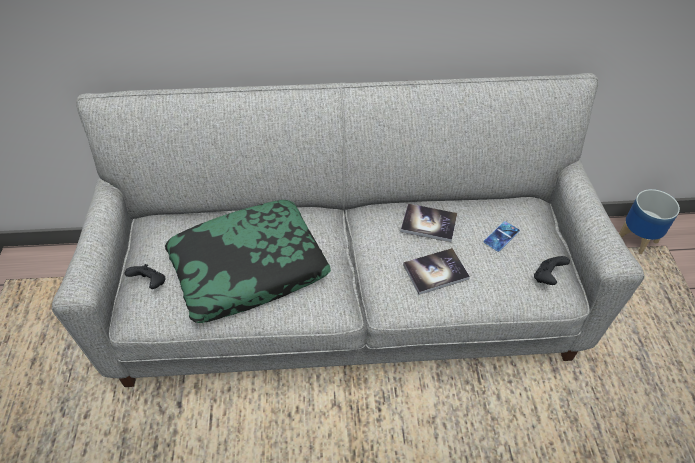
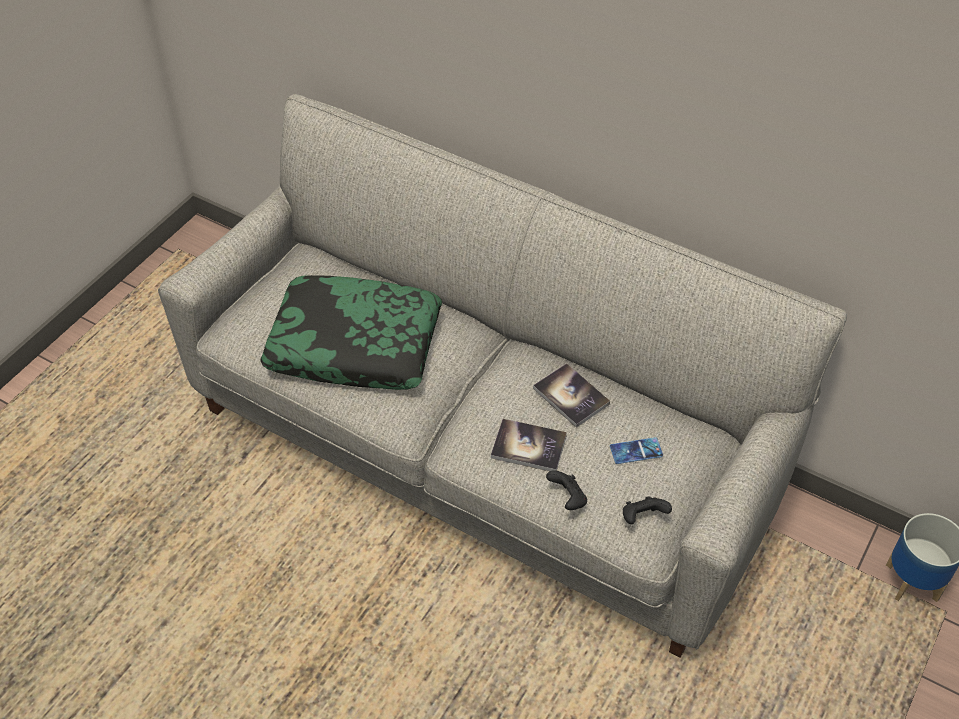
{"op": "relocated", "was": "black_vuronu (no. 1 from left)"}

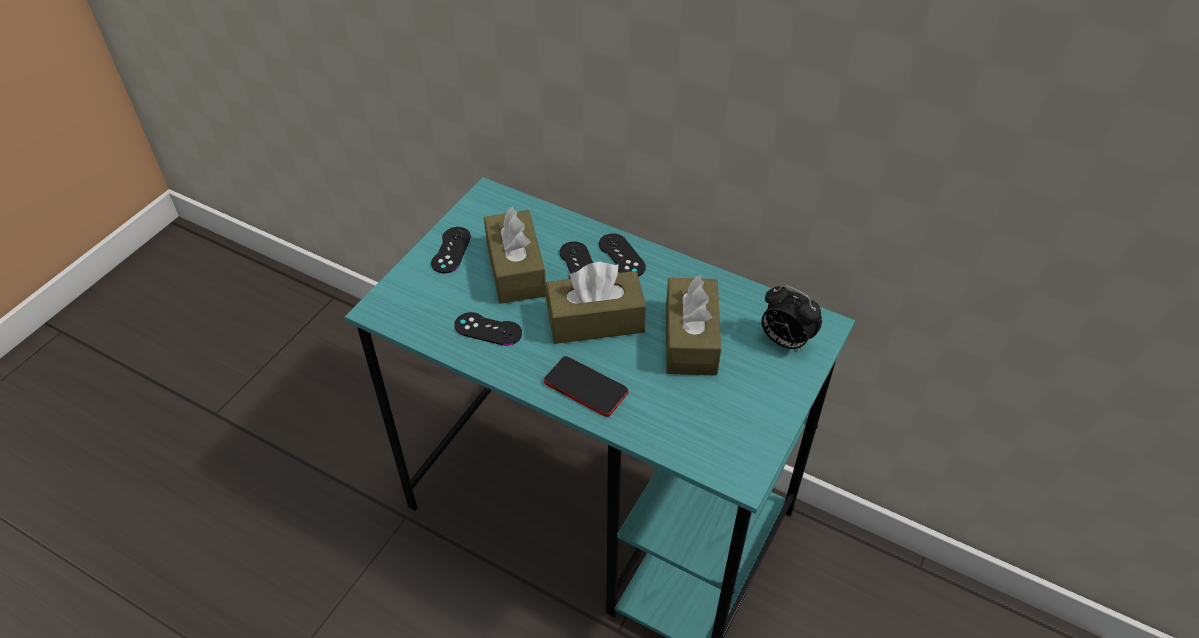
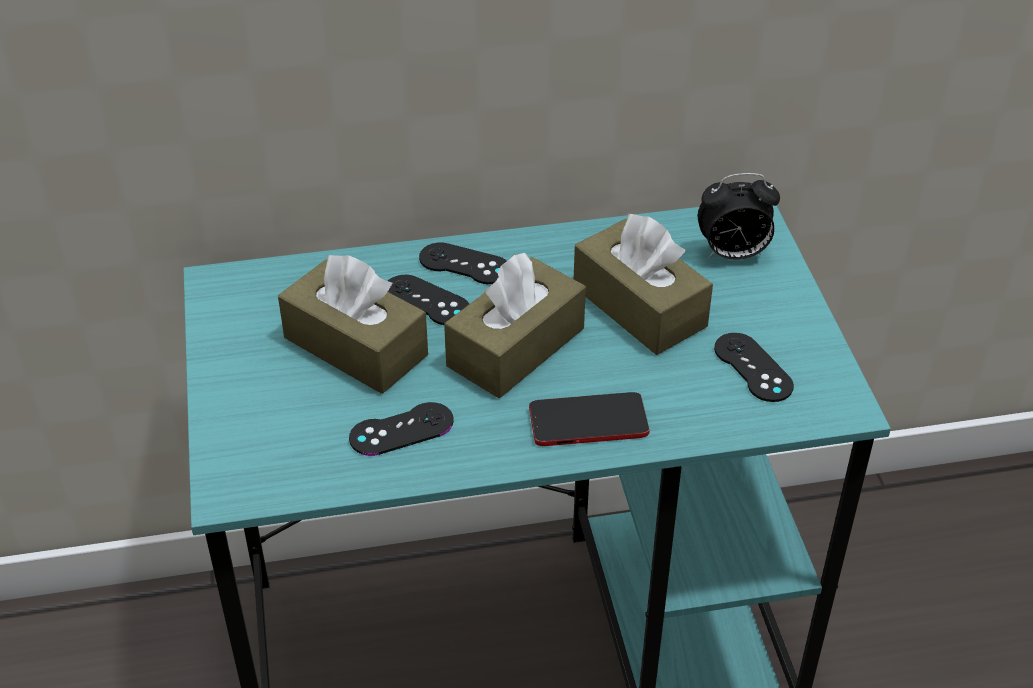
{"op": "relocated", "was": "black_vuronu (no. 1 from left in the first image)", "now": "black_vuronu (no. 4 from left)"}

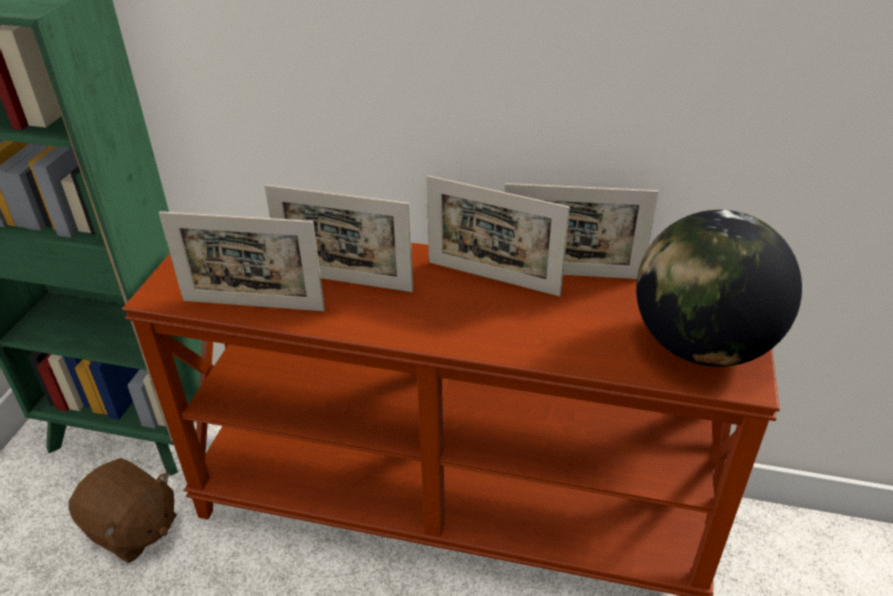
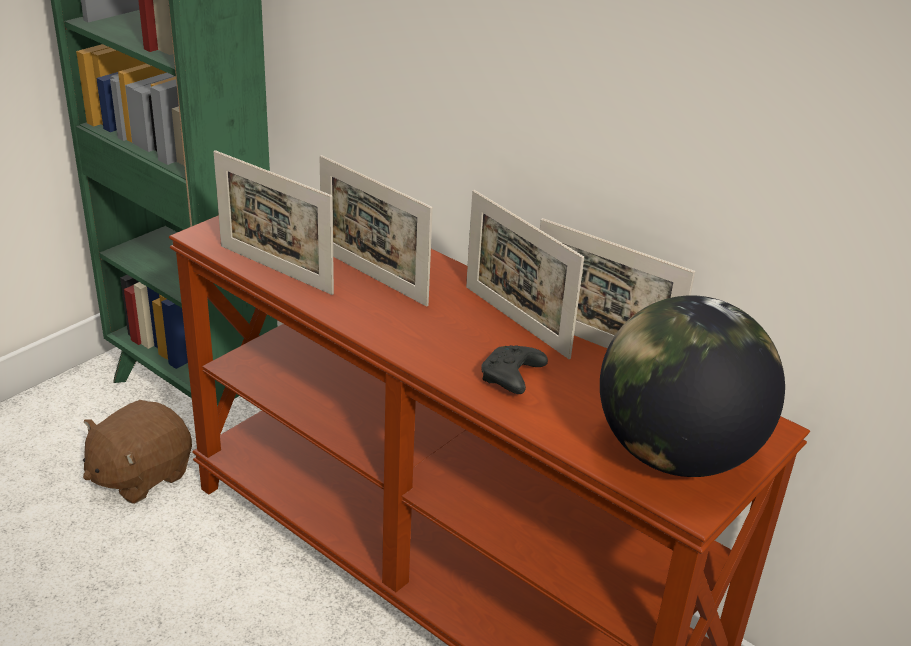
{"op": "spun", "was": "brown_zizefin", "clockwise": 75}
{"op": "appeared", "now": "black_vuronu"}

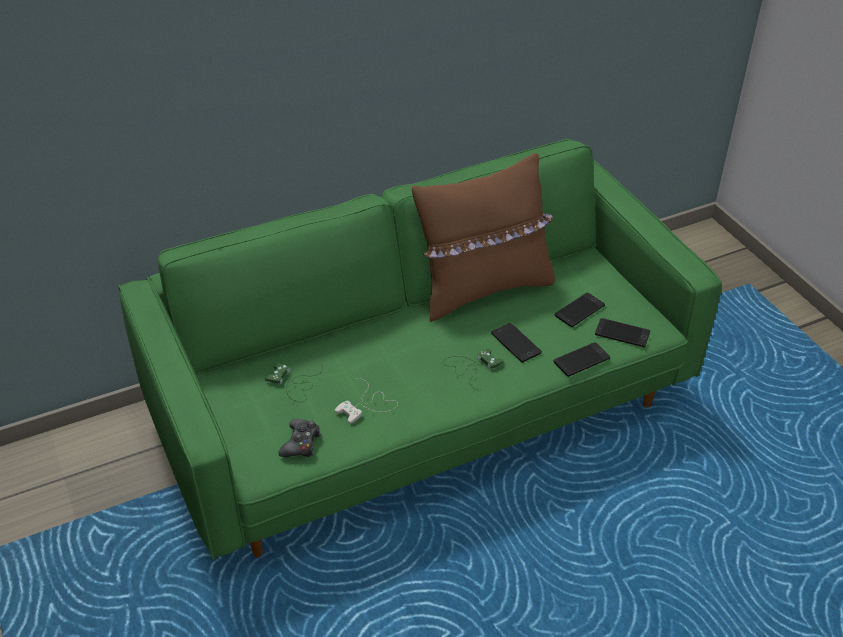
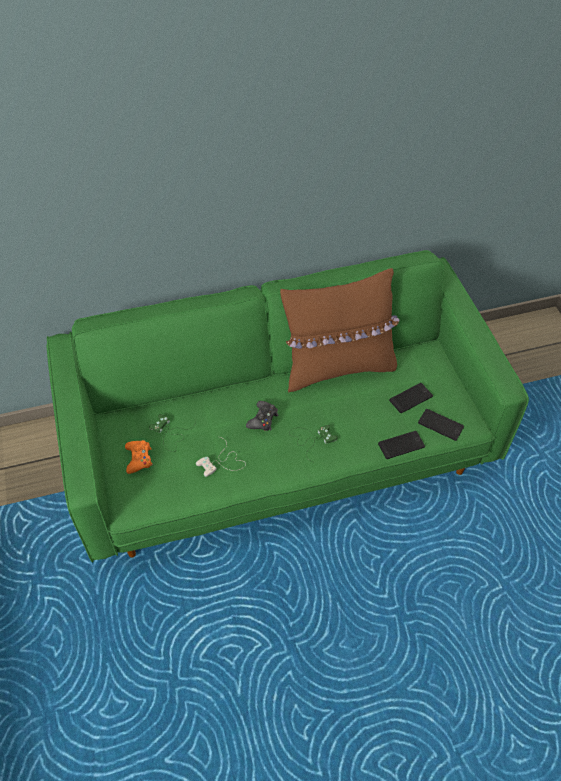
{"op": "appeared", "now": "orange_vuronu"}
{"op": "relocated", "was": "black_vuronu"}
{"op": "missing", "was": "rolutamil (no. 1 from left)"}

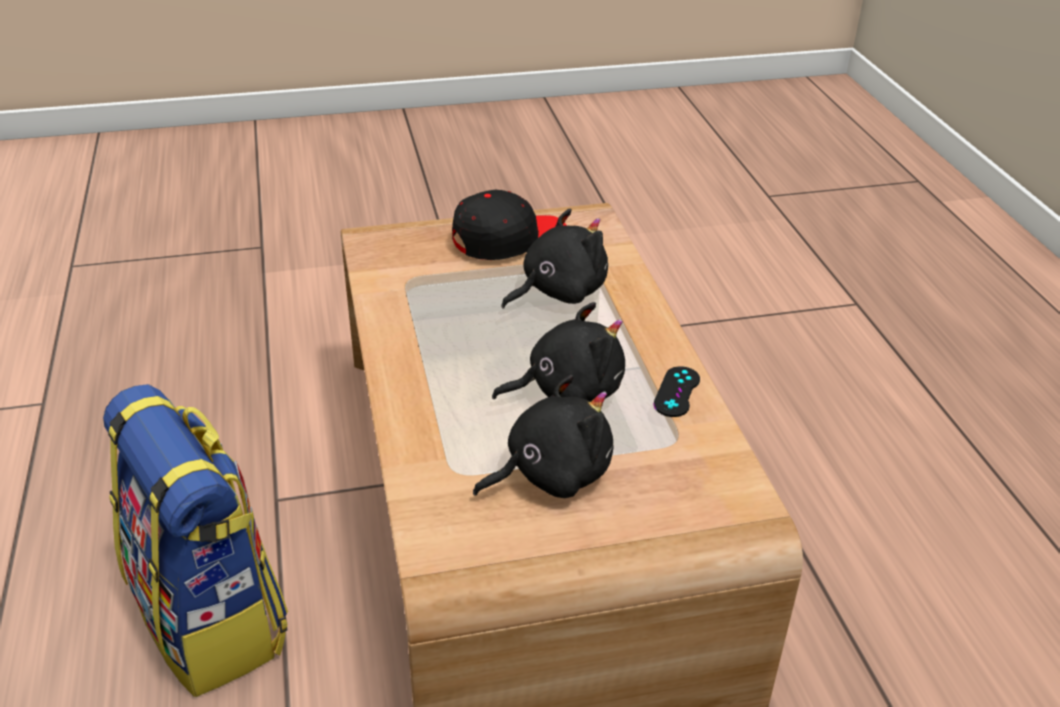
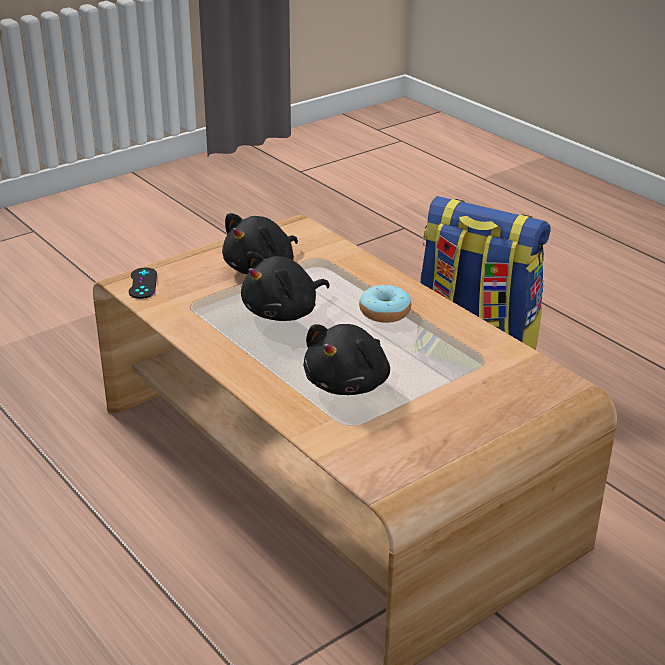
{"op": "relocated", "was": "black_vuronu"}
{"op": "appeared", "now": "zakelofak"}
{"op": "missing", "was": "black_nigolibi"}

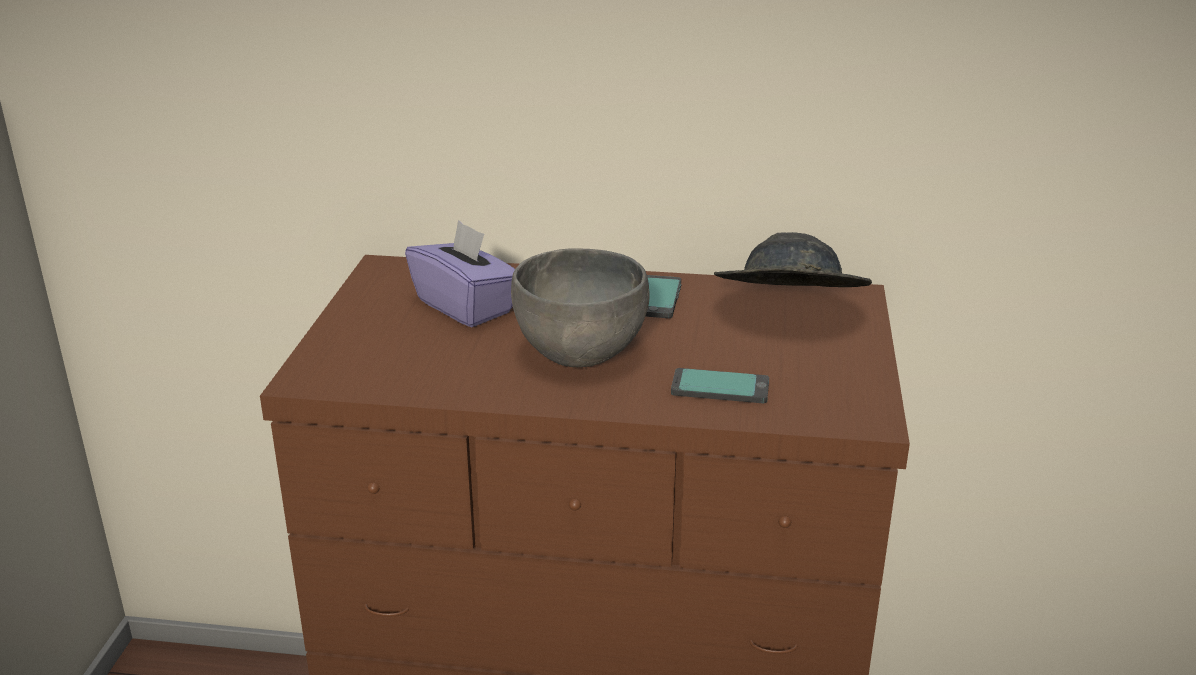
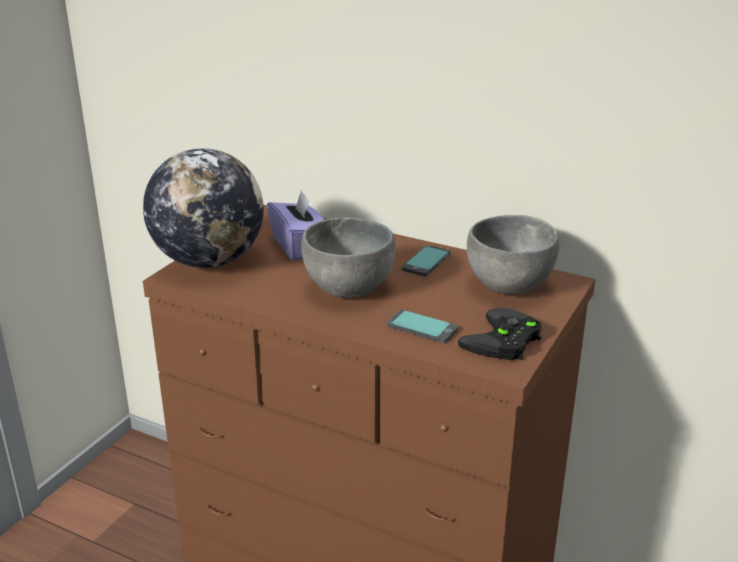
{"op": "appeared", "now": "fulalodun"}
{"op": "appeared", "now": "black_vuronu"}
{"op": "exchanged", "was": "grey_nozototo", "now": "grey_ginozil (no. 2 from left)"}

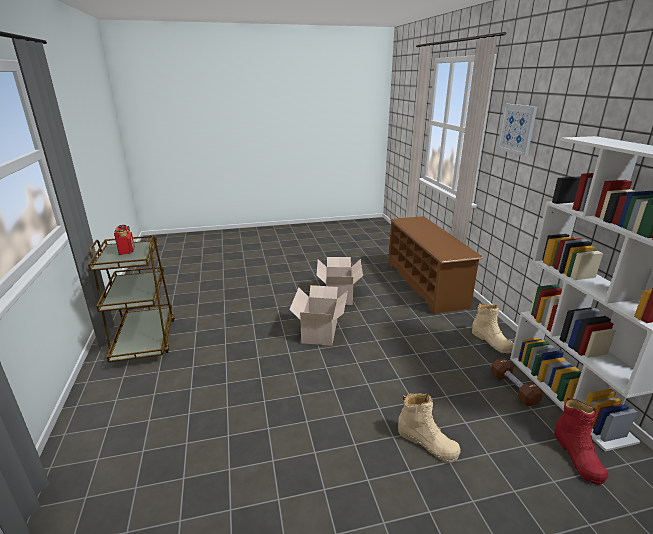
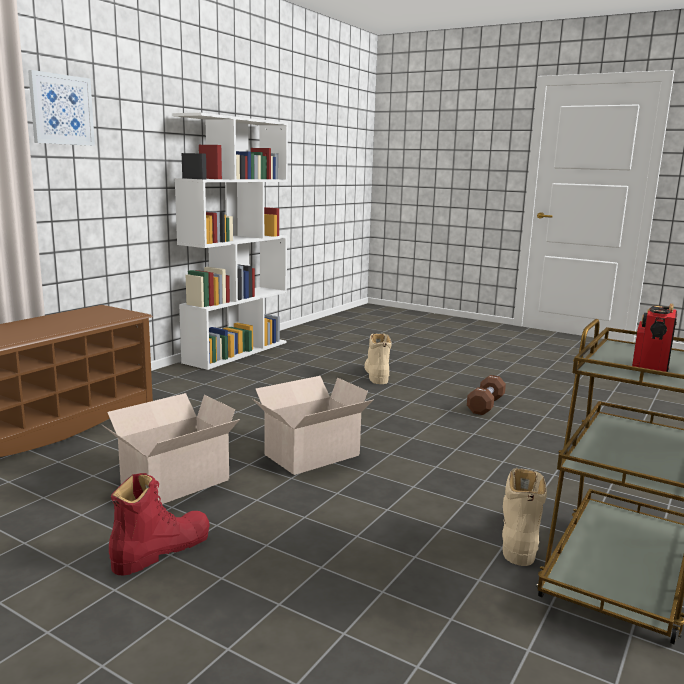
{"op": "relocated", "was": "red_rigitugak"}
{"op": "relocated", "was": "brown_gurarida"}
{"op": "relocated", "was": "beige_rigitugak (no. 2 from left)"}

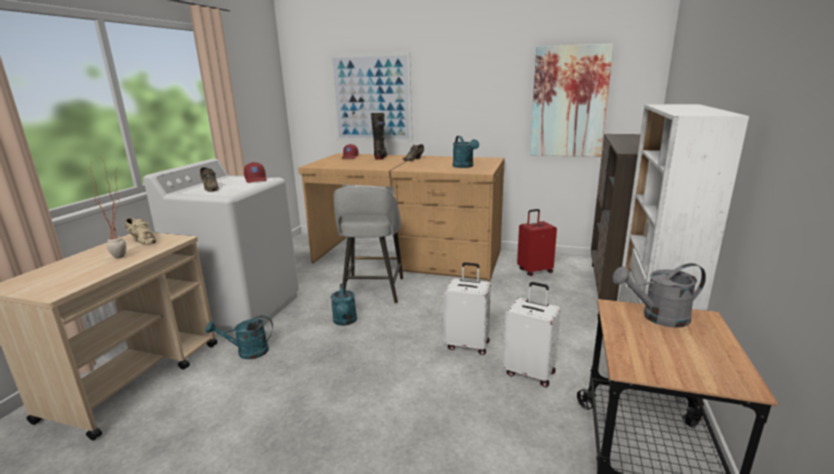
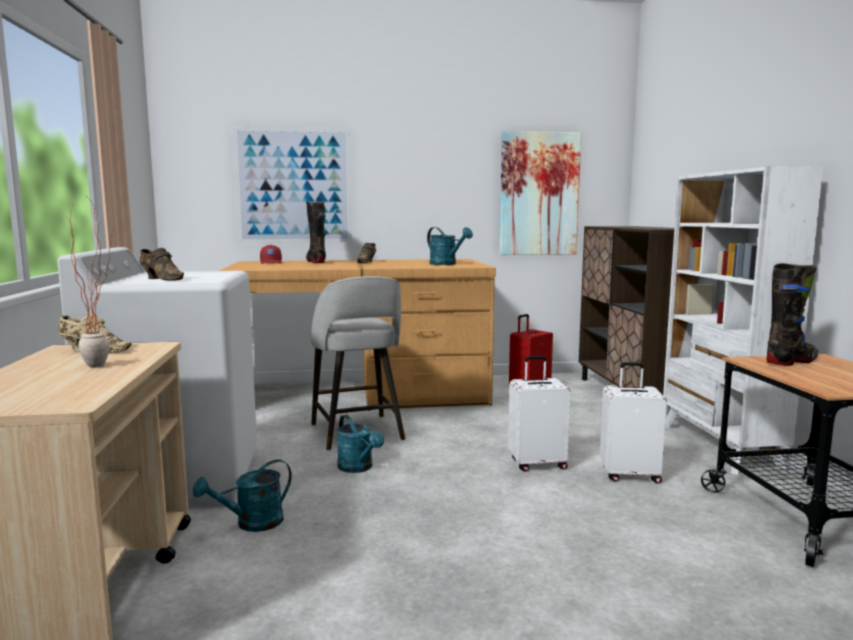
{"op": "exchanged", "was": "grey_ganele", "now": "black_rigitugak (no. 2 from left)"}
{"op": "missing", "was": "red_nigolibi (no. 1 from left)"}

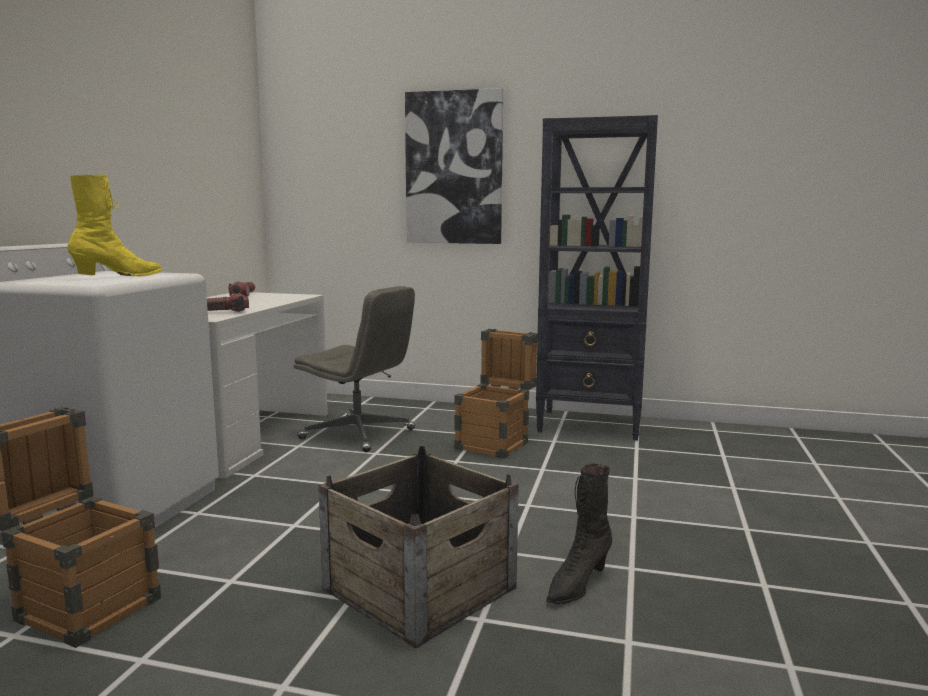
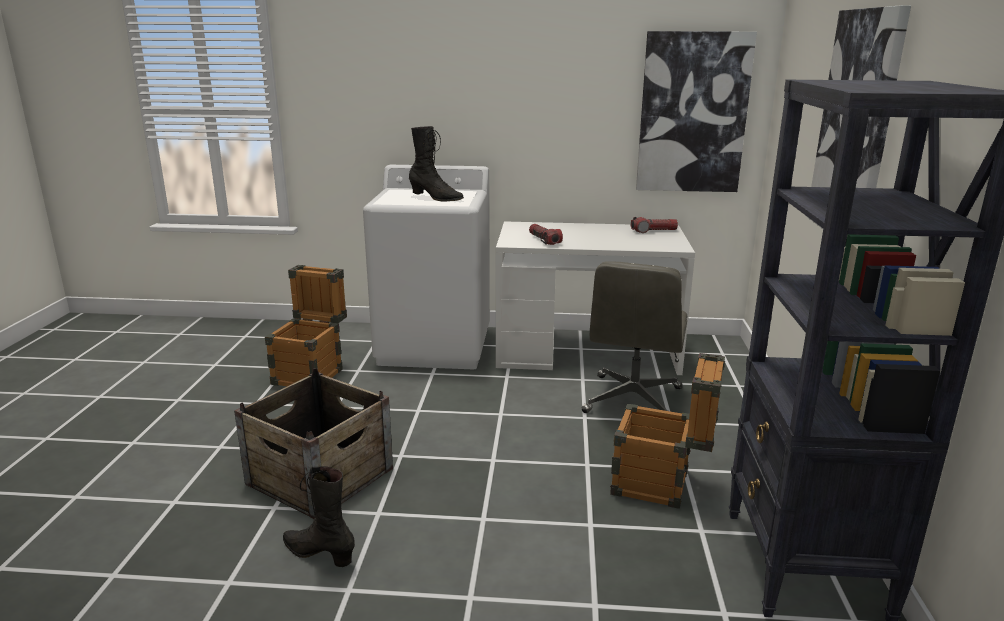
{"op": "colour", "was": "yellow_rigitugak", "now": "black_rigitugak (no. 2 from left)"}
{"op": "appeared", "now": "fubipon (no. 1 from left)"}

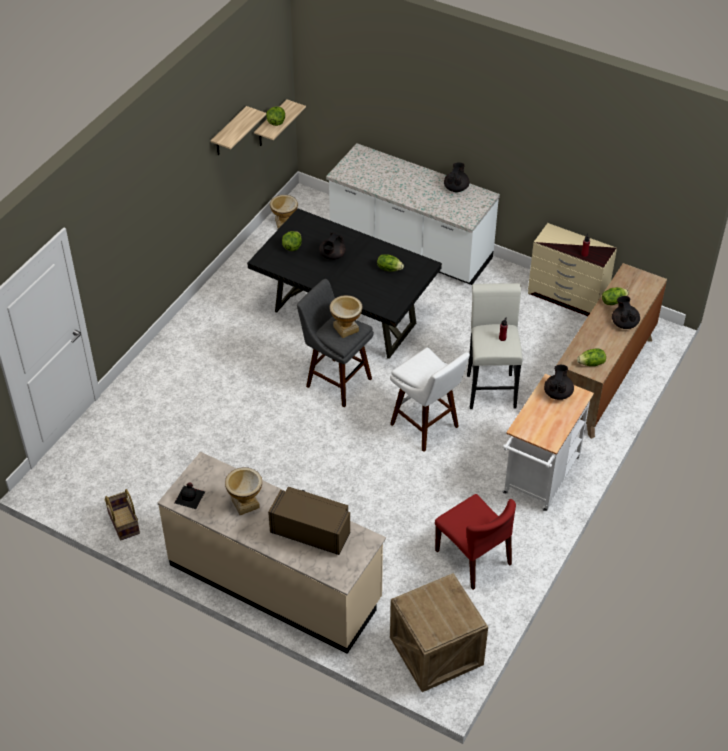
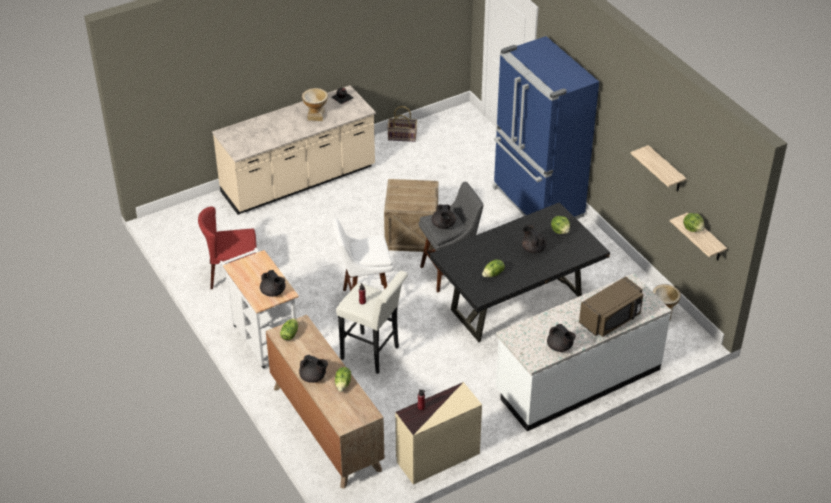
{"op": "relocated", "was": "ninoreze"}
{"op": "exchanged", "was": "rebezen (no. 3 from left)", "now": "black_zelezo (no. 3 from left)"}
{"op": "appeared", "now": "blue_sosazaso"}
{"op": "relocated", "was": "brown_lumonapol"}

